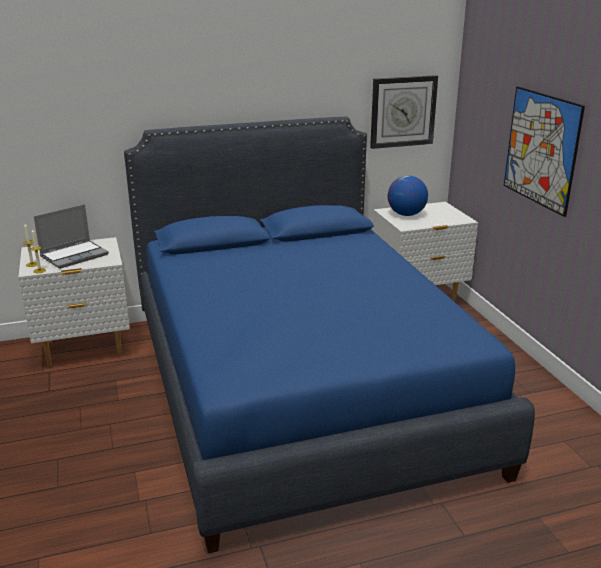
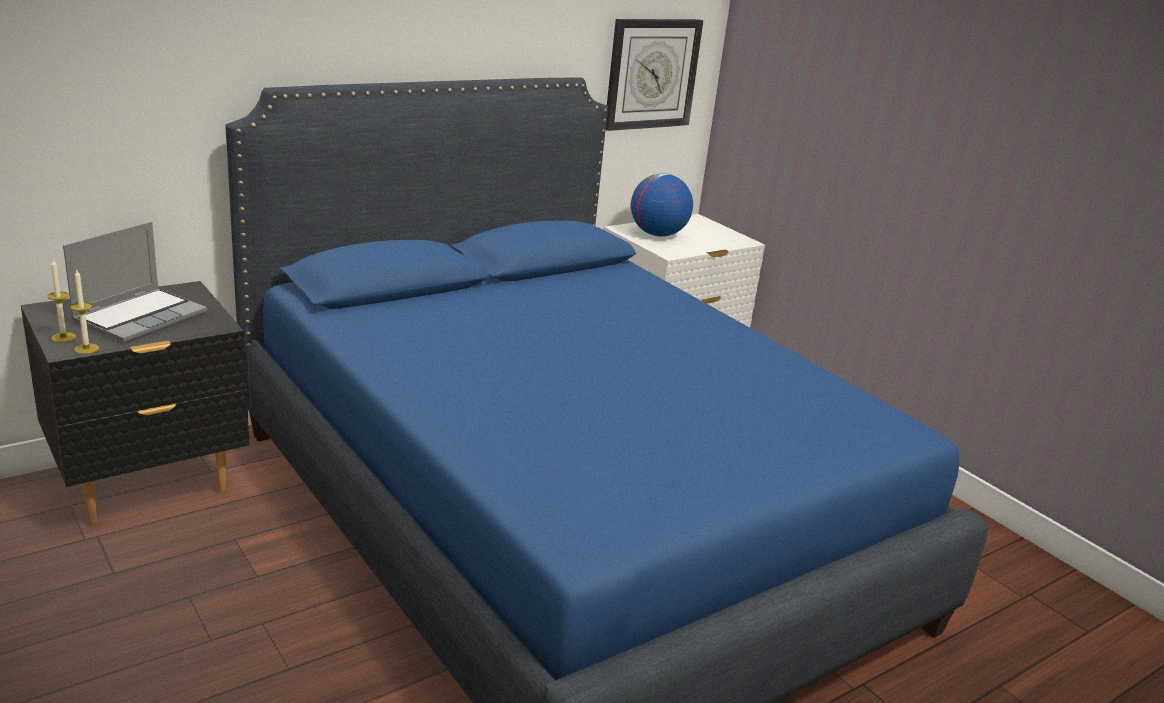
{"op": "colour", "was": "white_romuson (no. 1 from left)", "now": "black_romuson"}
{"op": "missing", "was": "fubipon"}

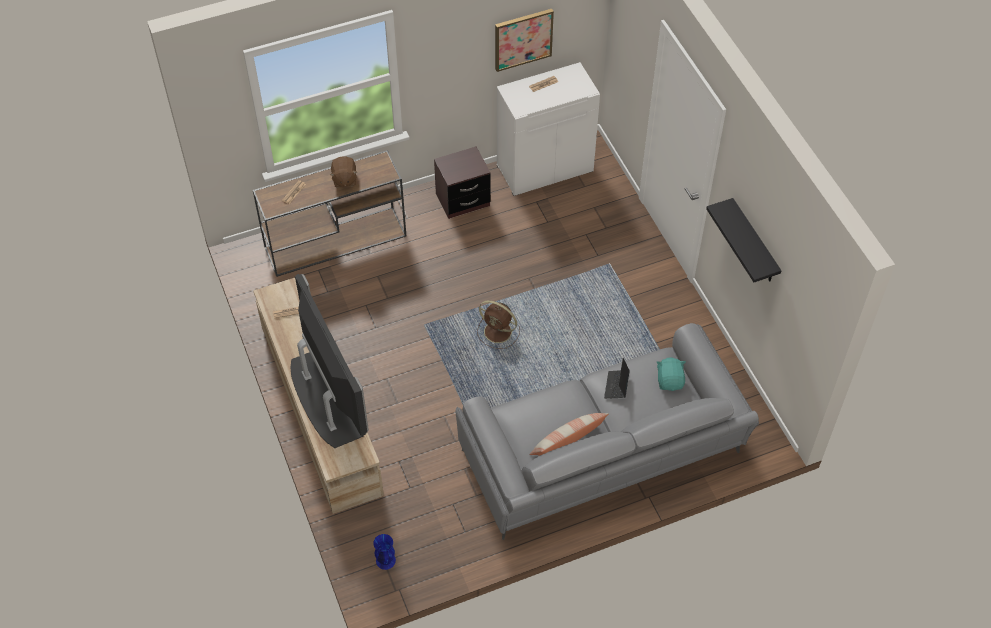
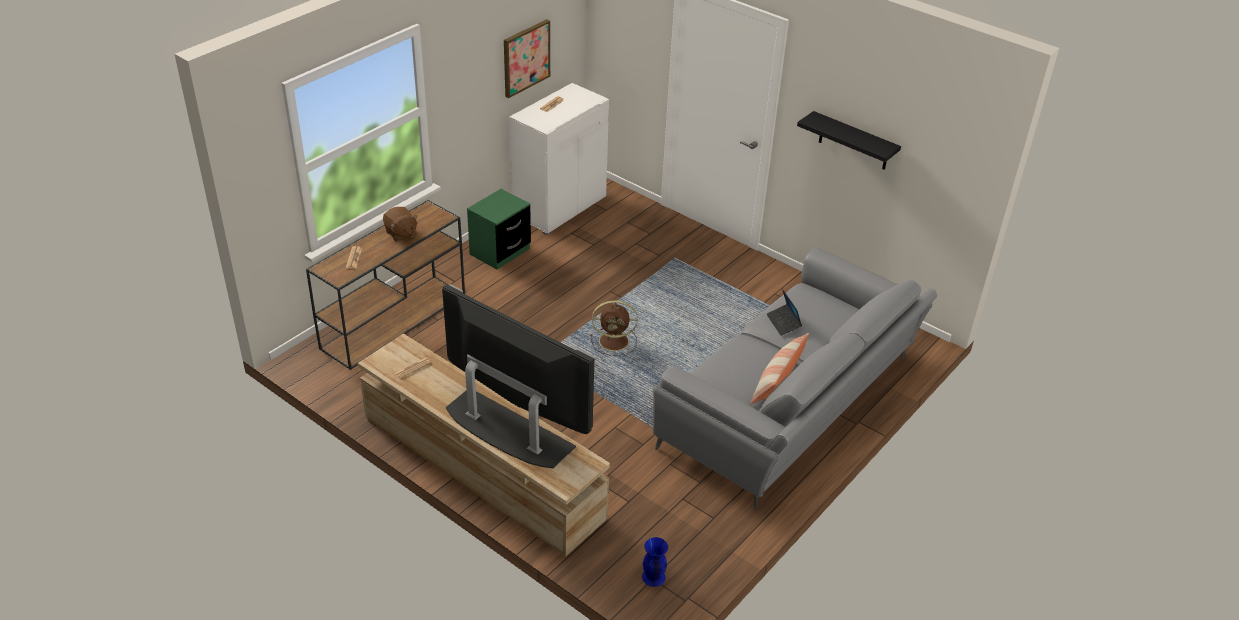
{"op": "colour", "was": "brown_romuson", "now": "green_romuson"}
{"op": "missing", "was": "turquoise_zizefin"}

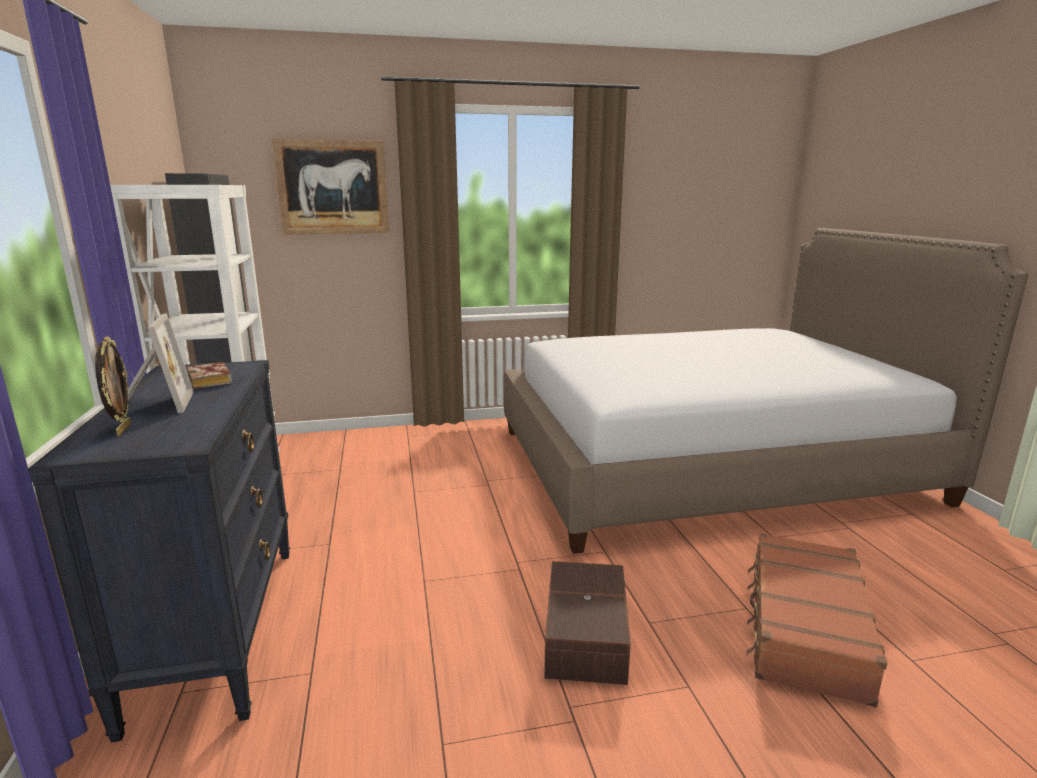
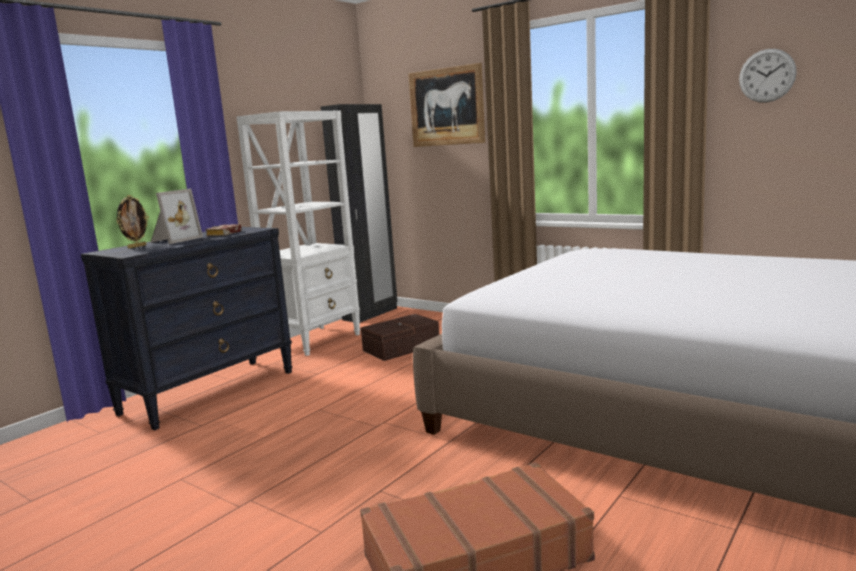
{"op": "relocated", "was": "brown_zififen"}
{"op": "appeared", "now": "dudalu"}

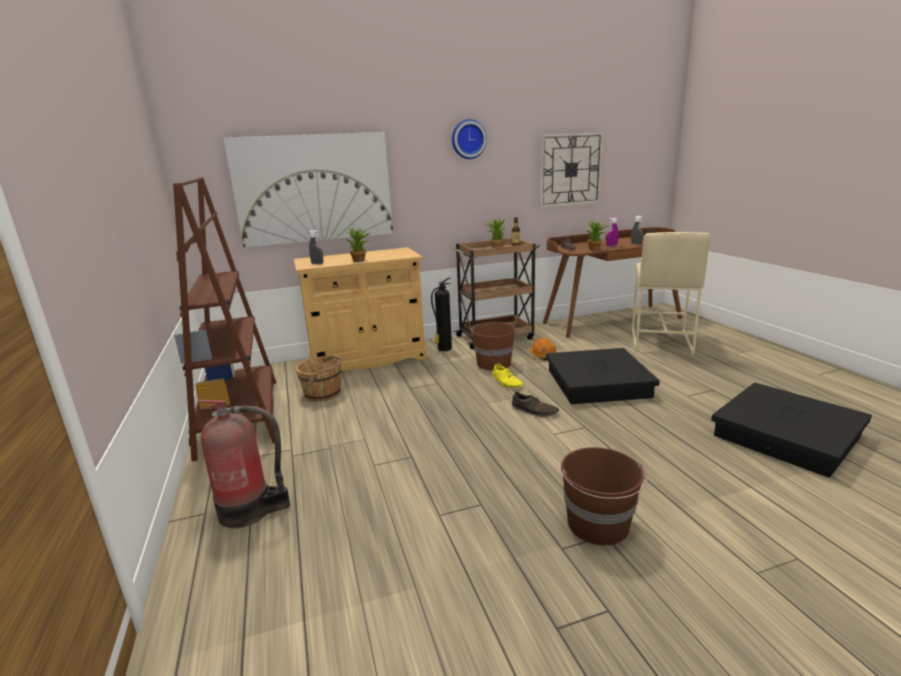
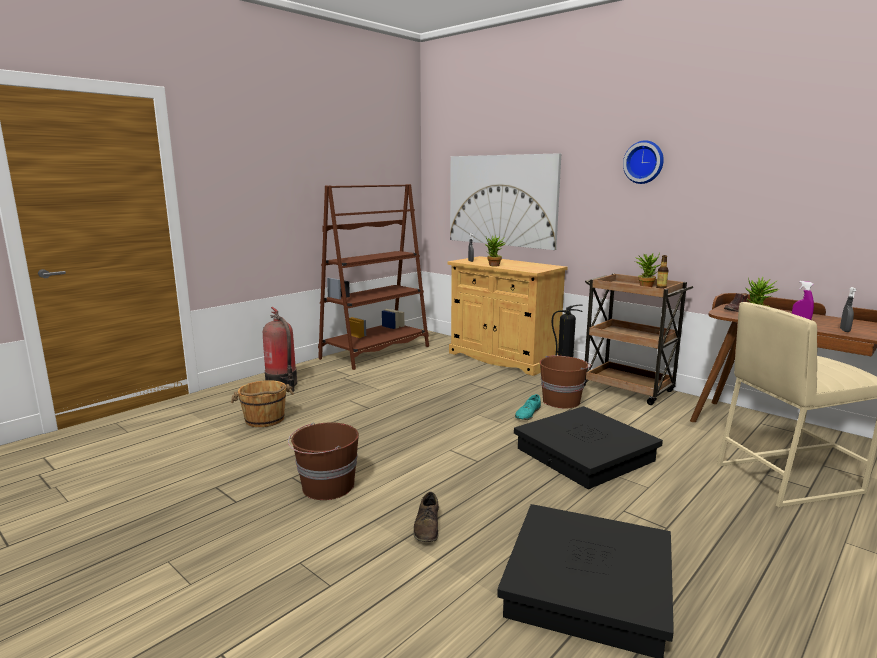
{"op": "relocated", "was": "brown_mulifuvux (no. 1 from left)"}
{"op": "relocated", "was": "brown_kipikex (no. 1 from left)"}
{"op": "colour", "was": "yellow_kipikex", "now": "turquoise_kipikex"}
{"op": "missing", "was": "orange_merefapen"}
{"op": "missing", "was": "dudalu (no. 2 from left)"}

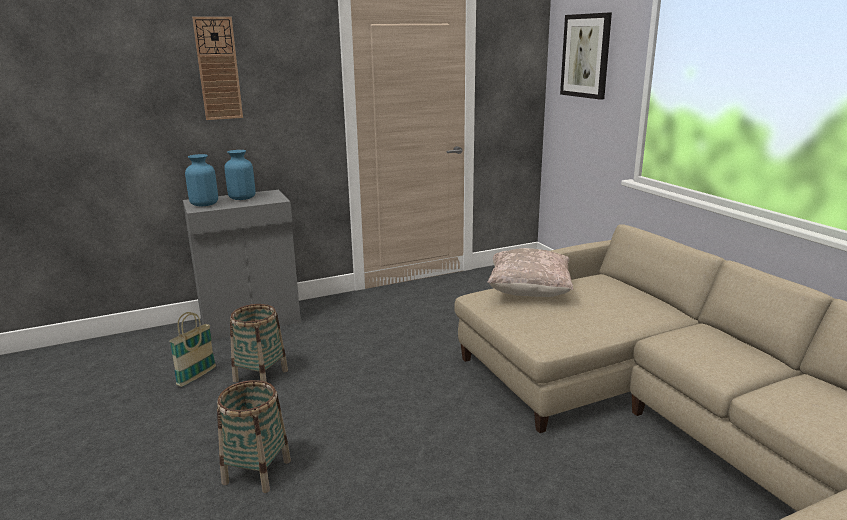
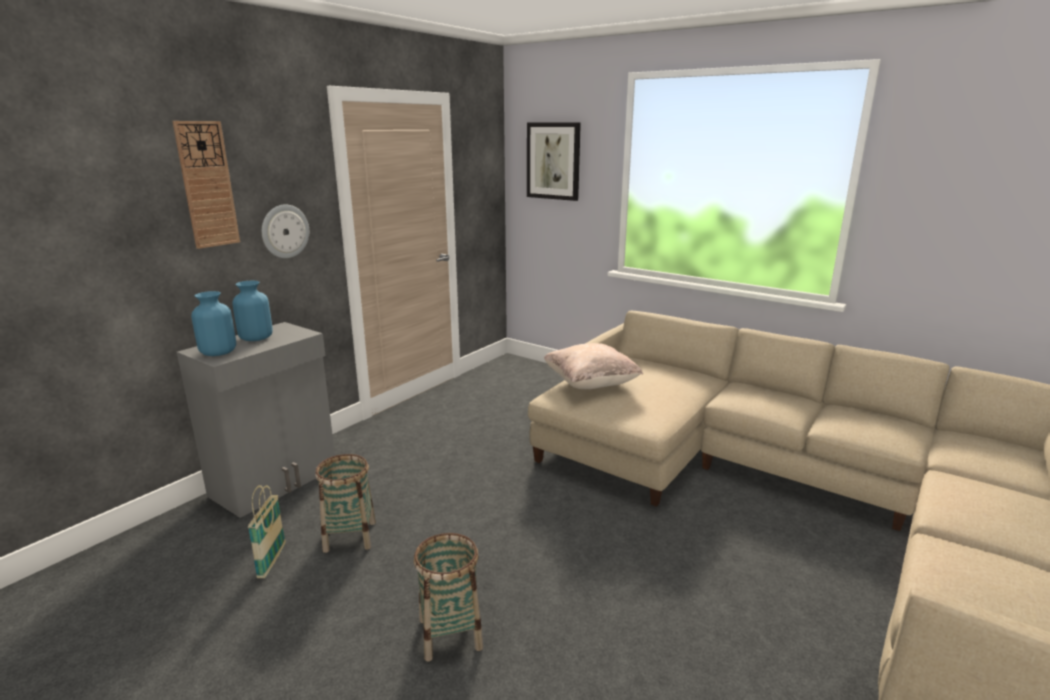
{"op": "appeared", "now": "dudalu (no. 2 from left)"}

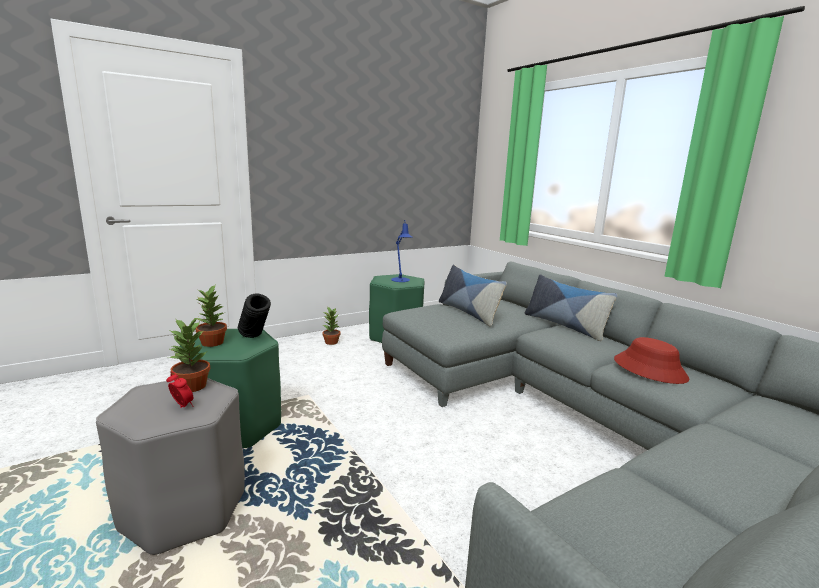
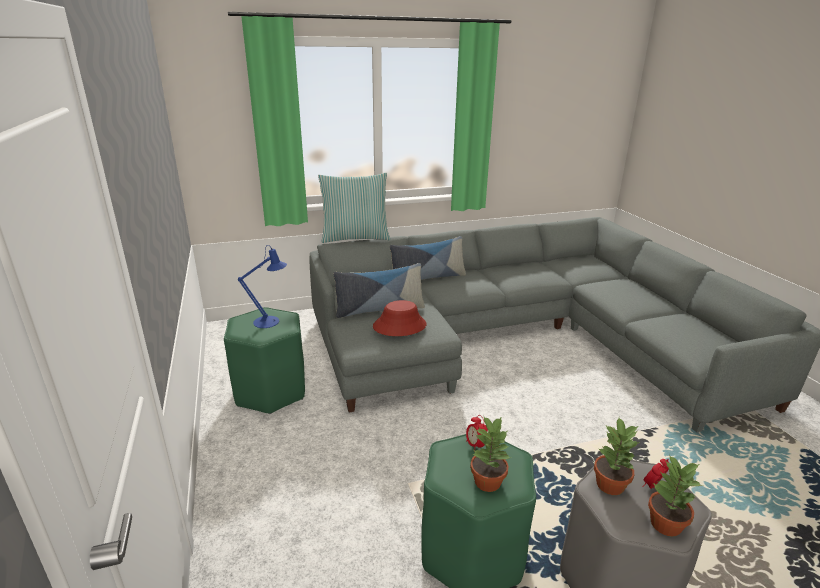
{"op": "appeared", "now": "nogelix (no. 1 from left)"}
{"op": "relocated", "was": "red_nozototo"}
{"op": "exchanged", "was": "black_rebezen", "now": "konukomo (no. 1 from left)"}
{"op": "relocated", "was": "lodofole (no. 3 from left)"}

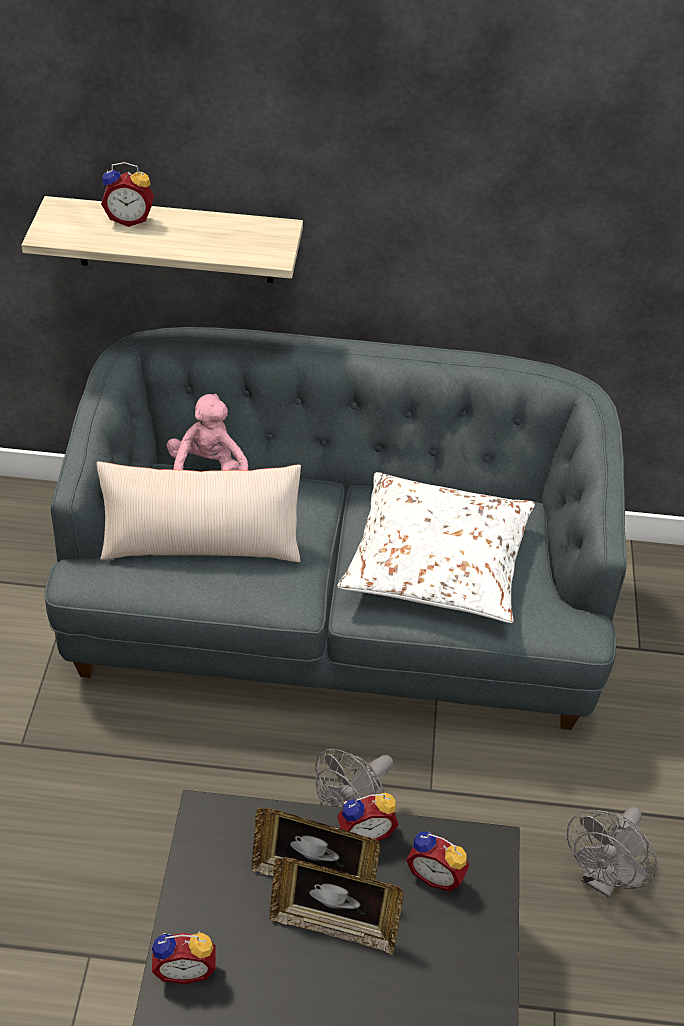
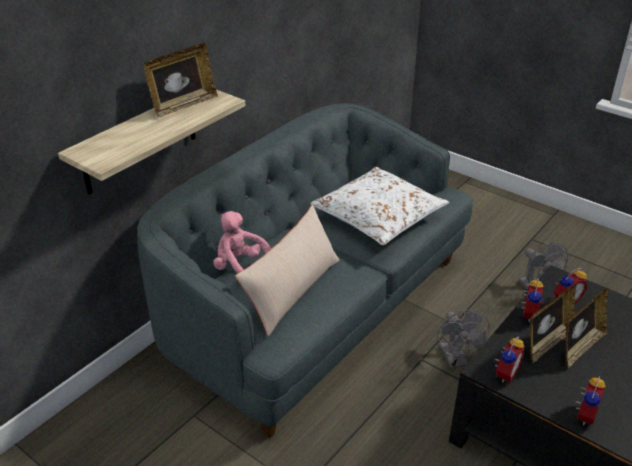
{"op": "appeared", "now": "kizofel (no. 1 from left)"}
{"op": "relocated", "was": "konukomo (no. 1 from left)"}

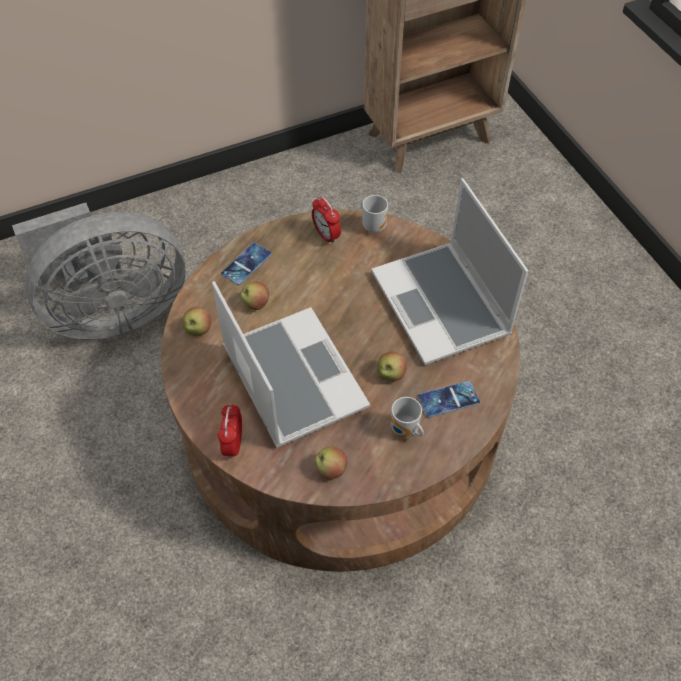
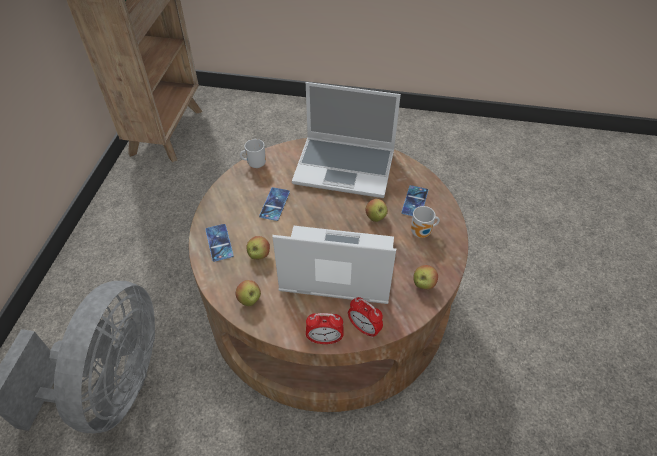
{"op": "appeared", "now": "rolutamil (no. 2 from left)"}
{"op": "relocated", "was": "konukomo (no. 2 from left in the first image)", "now": "konukomo (no. 1 from left)"}

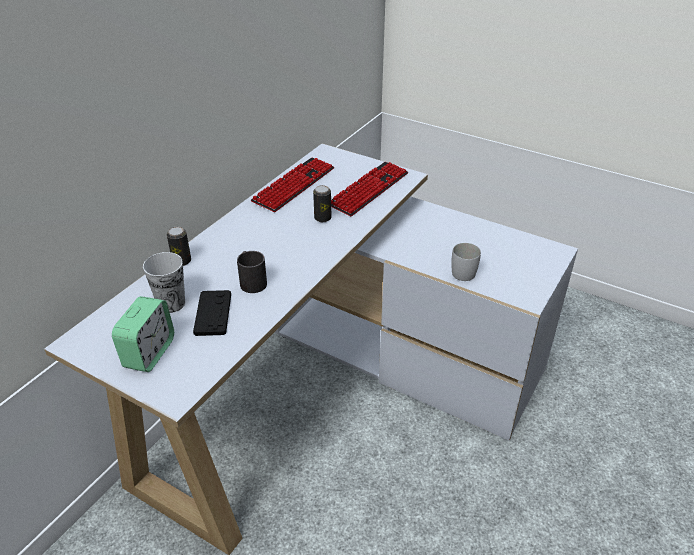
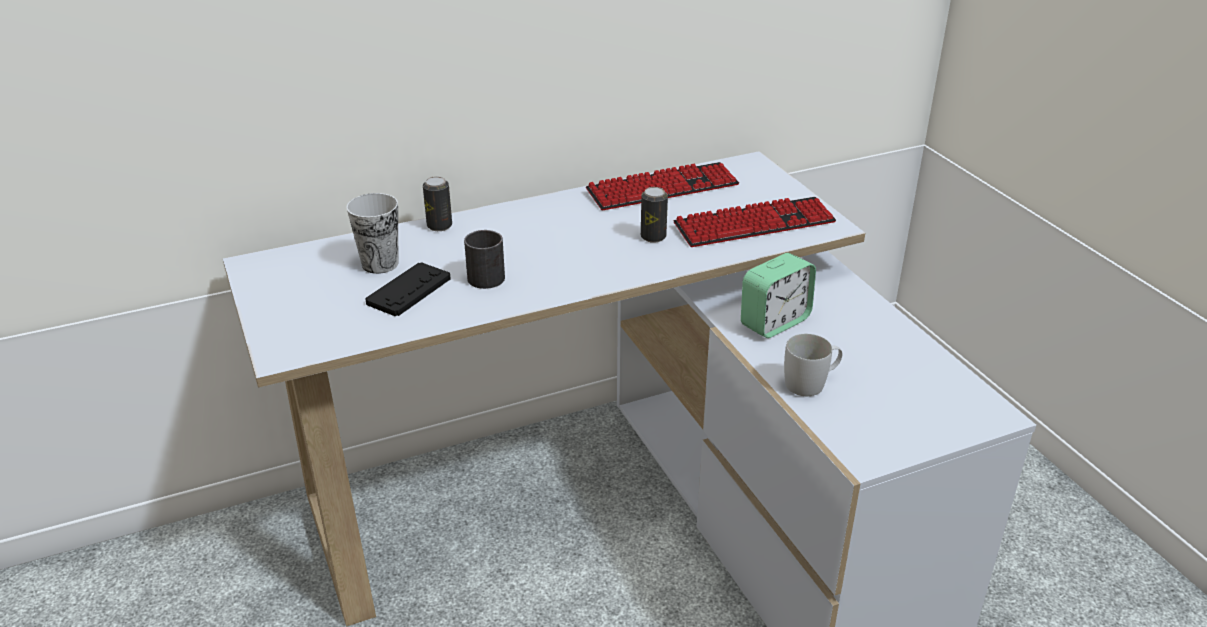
{"op": "relocated", "was": "konukomo"}

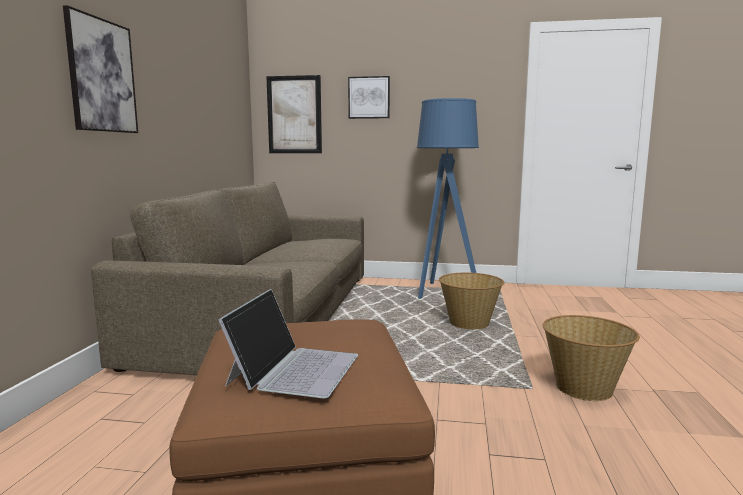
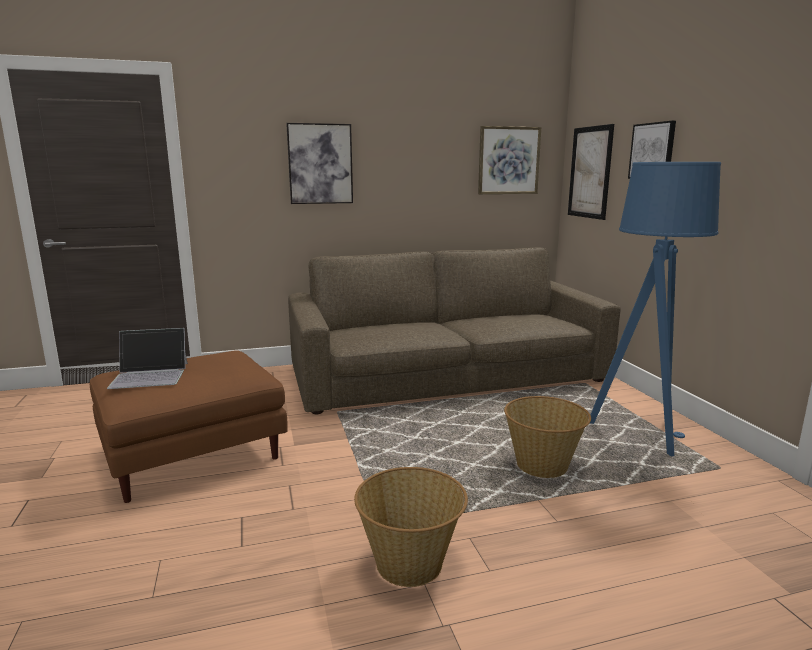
{"op": "appeared", "now": "fubipon (no. 2 from left)"}

